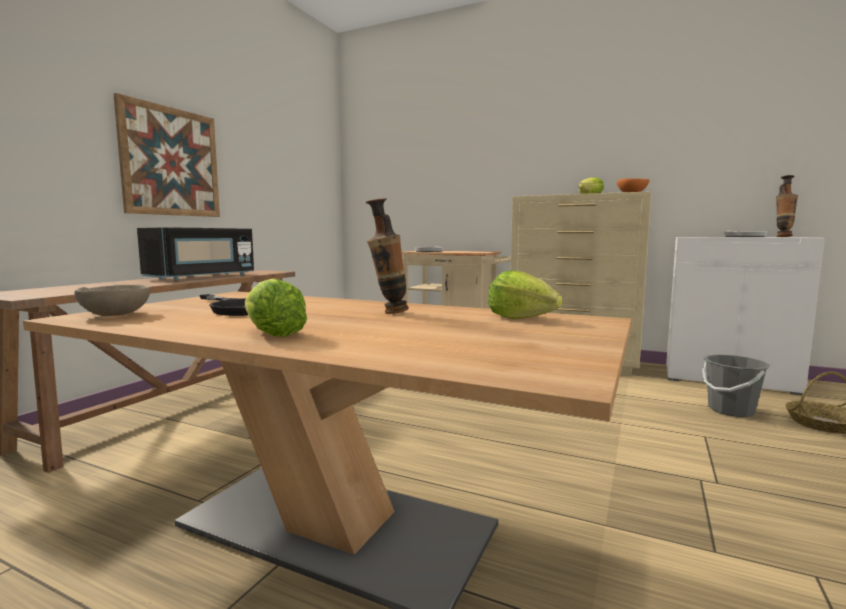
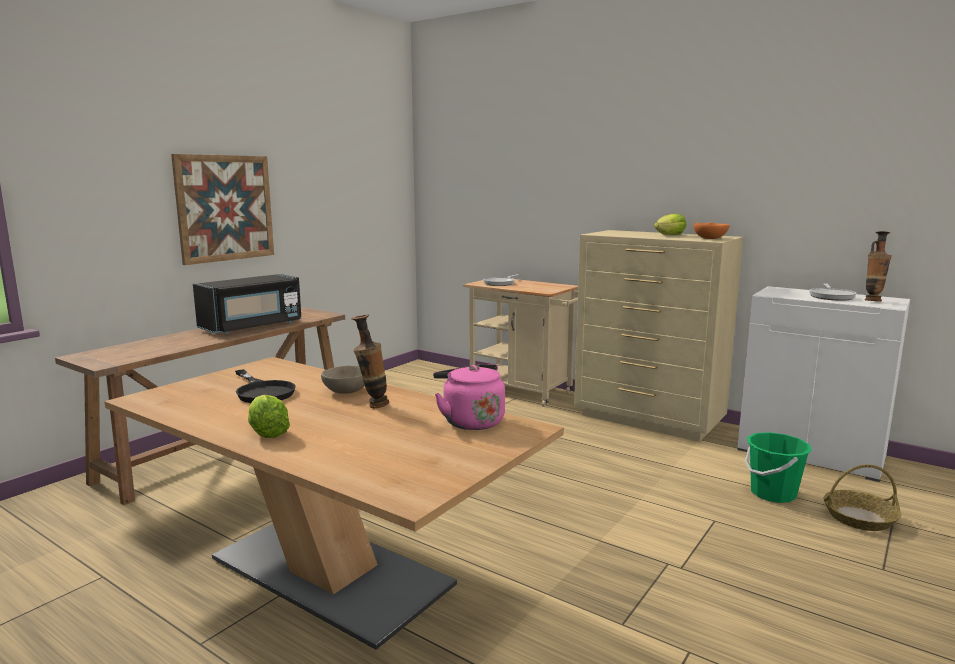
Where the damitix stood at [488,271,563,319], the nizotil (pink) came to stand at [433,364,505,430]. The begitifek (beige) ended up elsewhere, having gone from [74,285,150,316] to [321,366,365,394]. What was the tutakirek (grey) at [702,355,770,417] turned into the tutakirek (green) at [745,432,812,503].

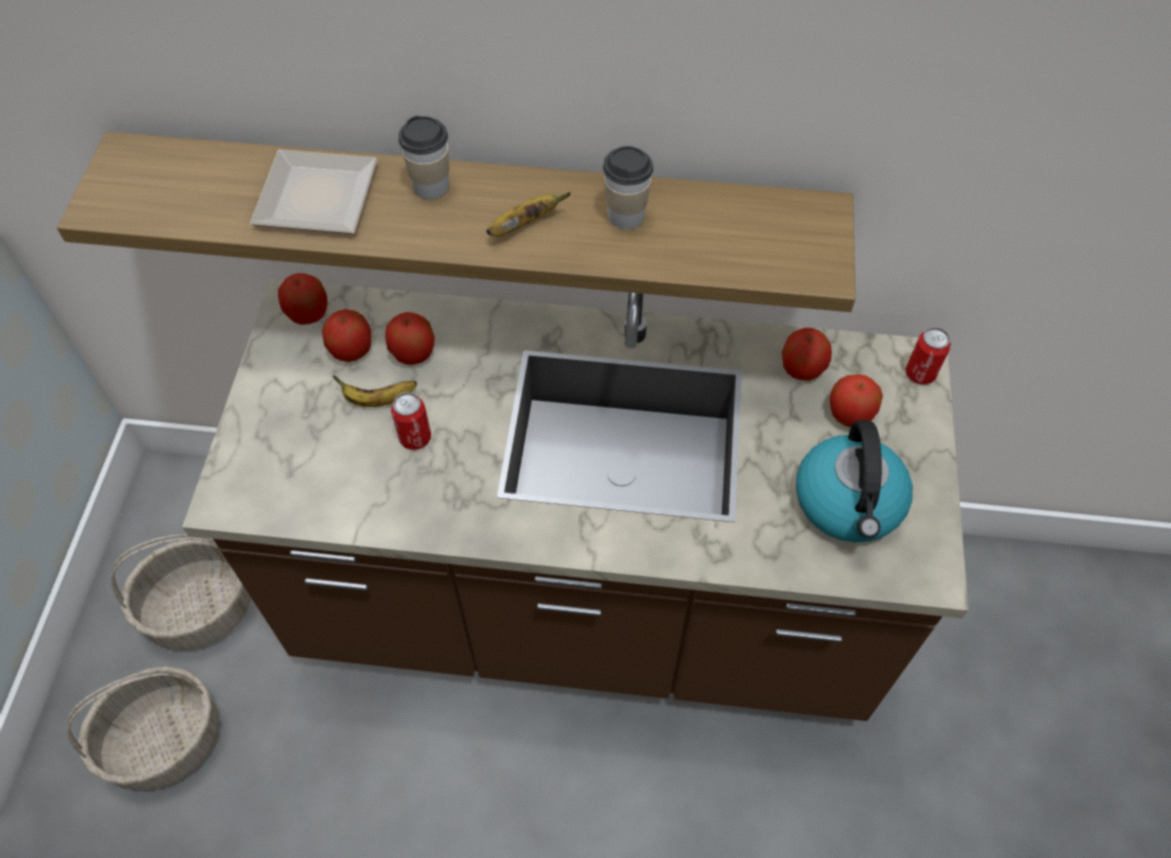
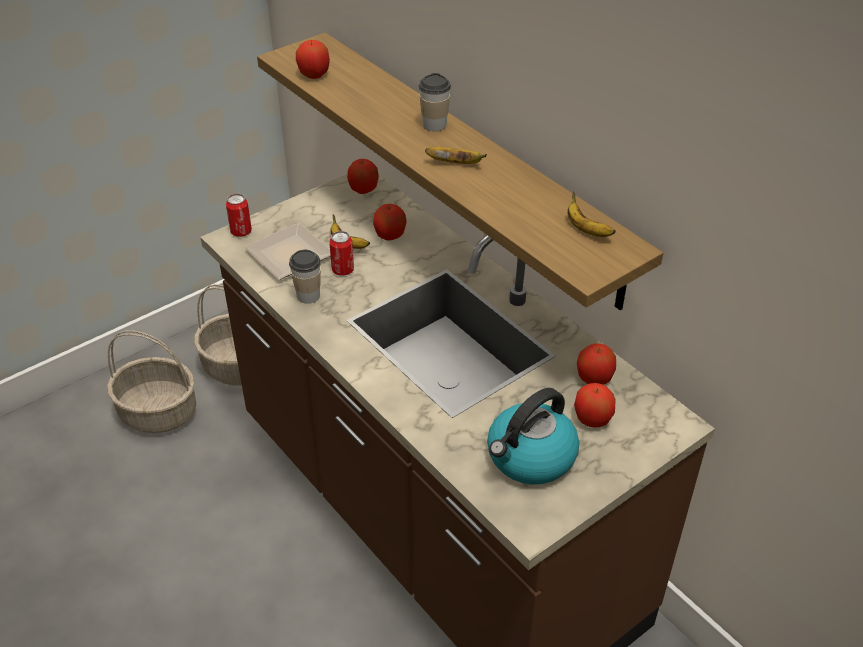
The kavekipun ended up elsewhere, having gone from [603,146,653,229] to [289,250,321,304]. The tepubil ended up elsewhere, having gone from [250,149,378,234] to [245,223,331,280]. The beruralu ended up elsewhere, having gone from [322,309,371,362] to [296,40,330,79]. The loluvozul ended up elsewhere, having gone from [906,327,951,385] to [226,194,252,237]. The second view gained the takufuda at [567,191,616,237].

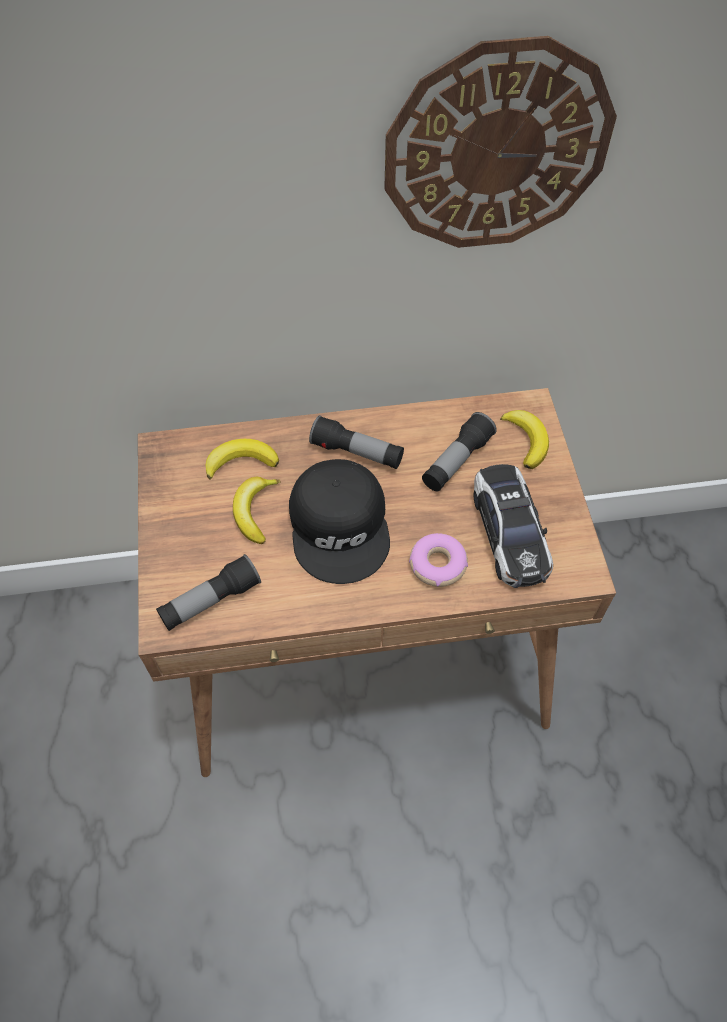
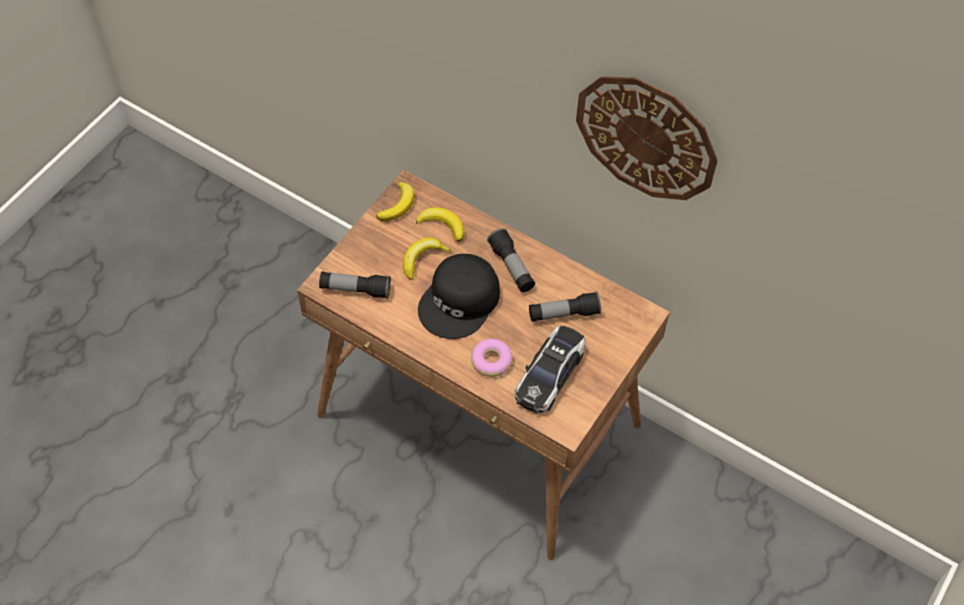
The takufuda ended up elsewhere, having gone from [500,410,549,469] to [376,182,414,222].

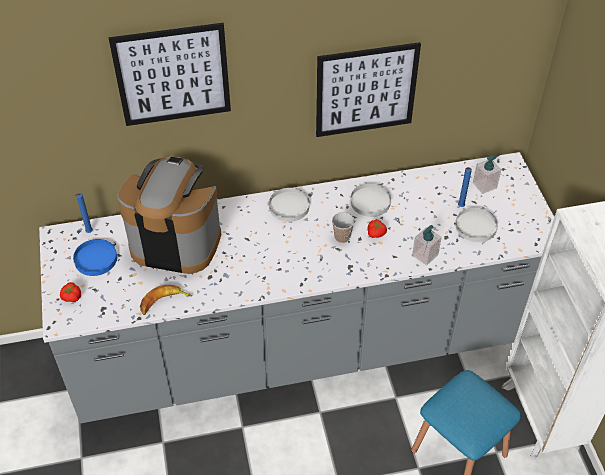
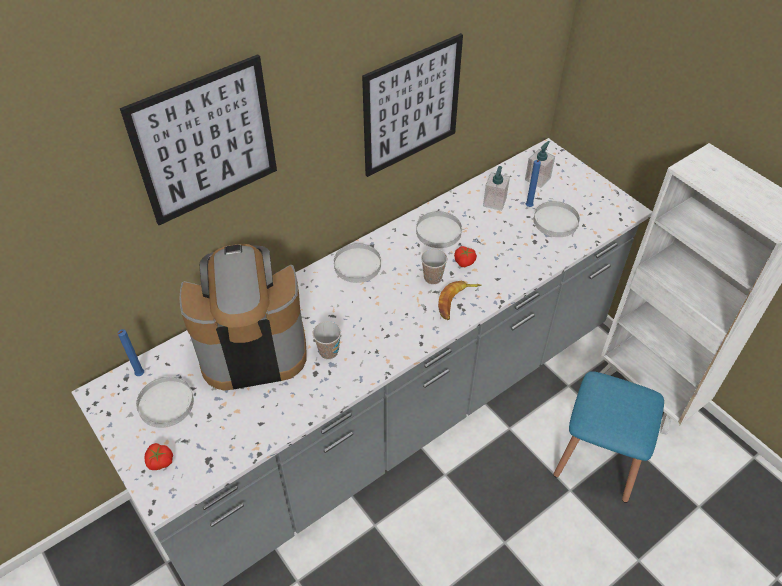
The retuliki ended up elsewhere, having gone from [412,225,442,265] to [483,166,510,211]. What was the tepubil (blue) at [73,239,117,276] turned into the tepubil (white) at [136,377,194,428]. The takufuda ended up elsewhere, having gone from [140,285,192,315] to [438,281,481,320]. The second view gained the kavekipun at [312,321,341,359].

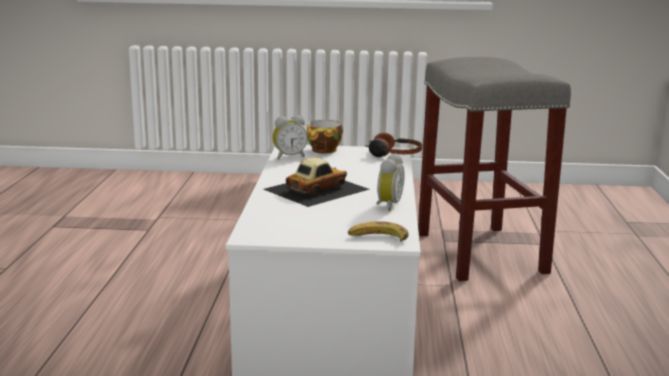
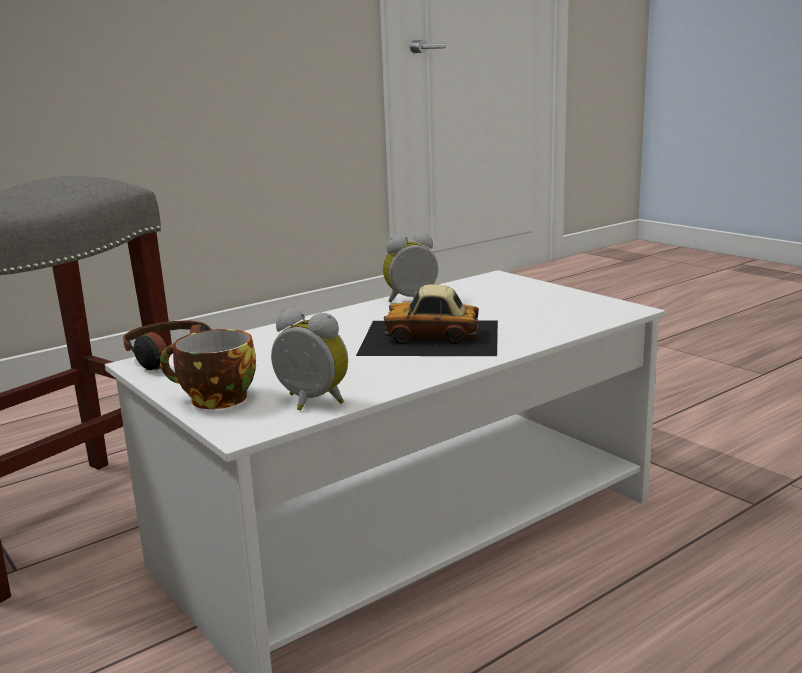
The second view lost the takufuda at [348,221,408,242].

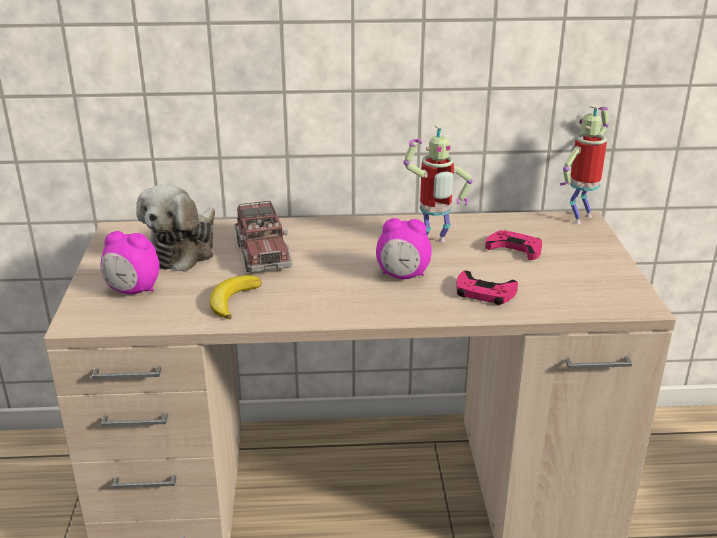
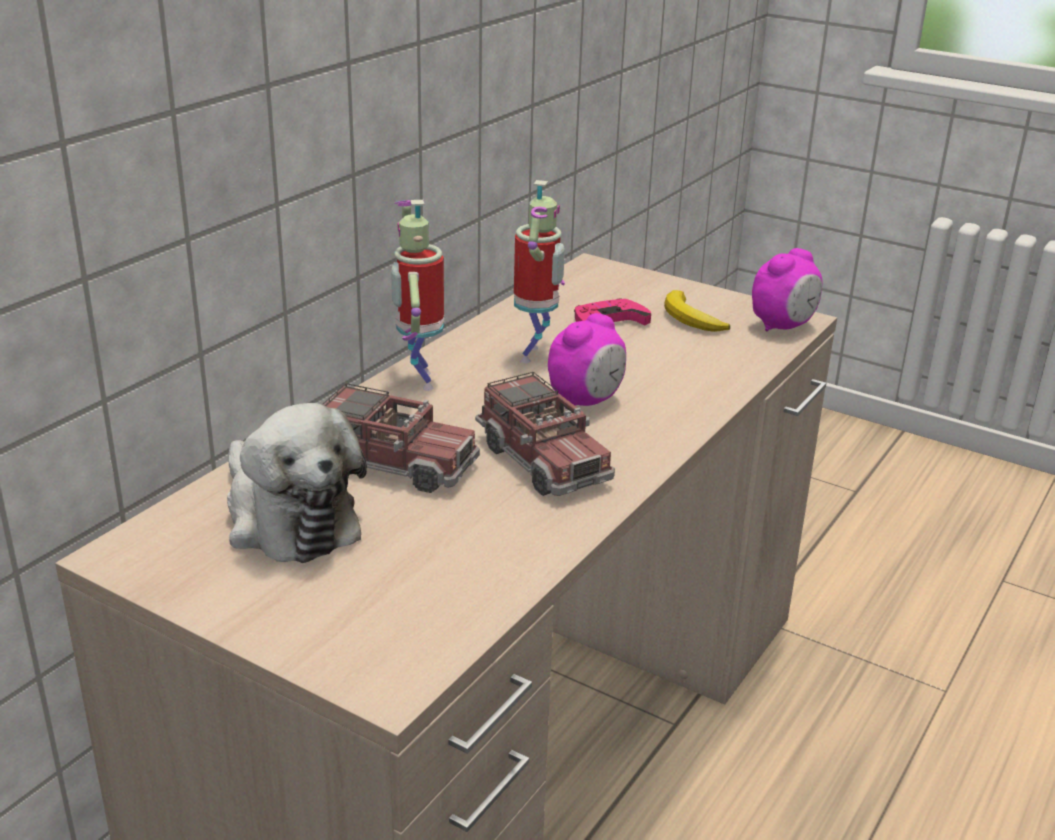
The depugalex ended up elsewhere, having gone from [560,104,609,224] to [391,200,444,391]. The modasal ended up elsewhere, having gone from [101,231,160,294] to [752,248,822,331]. The second view lost the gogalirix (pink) at [457,270,518,305]. The takufuda ended up elsewhere, having gone from [210,275,261,319] to [664,290,730,332]. The second view gained the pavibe at [475,372,615,496].

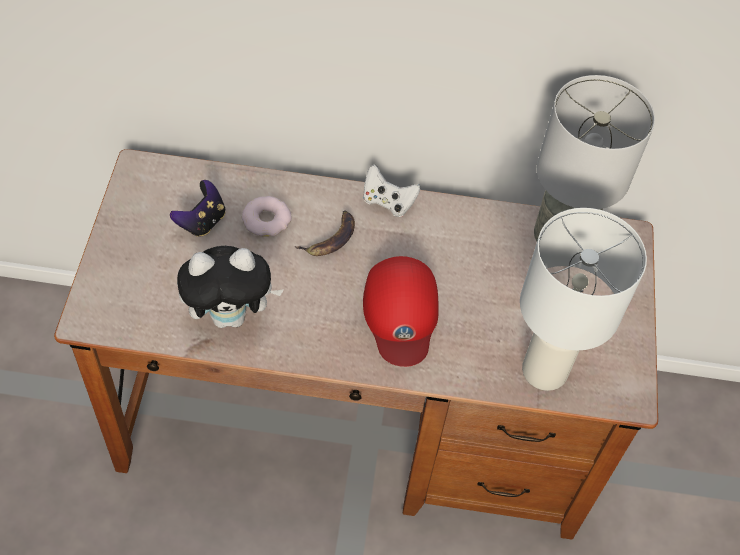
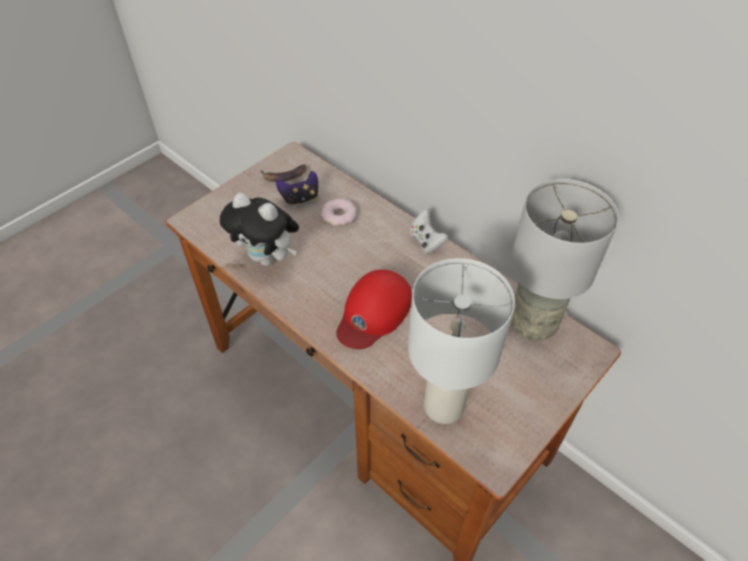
The takufuda ended up elsewhere, having gone from [294,210,355,256] to [260,164,306,182].

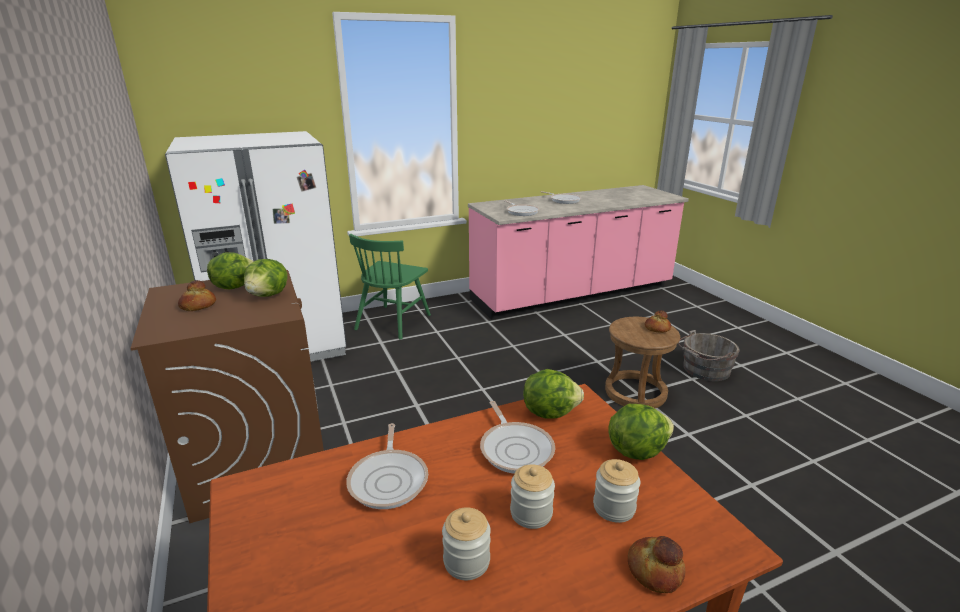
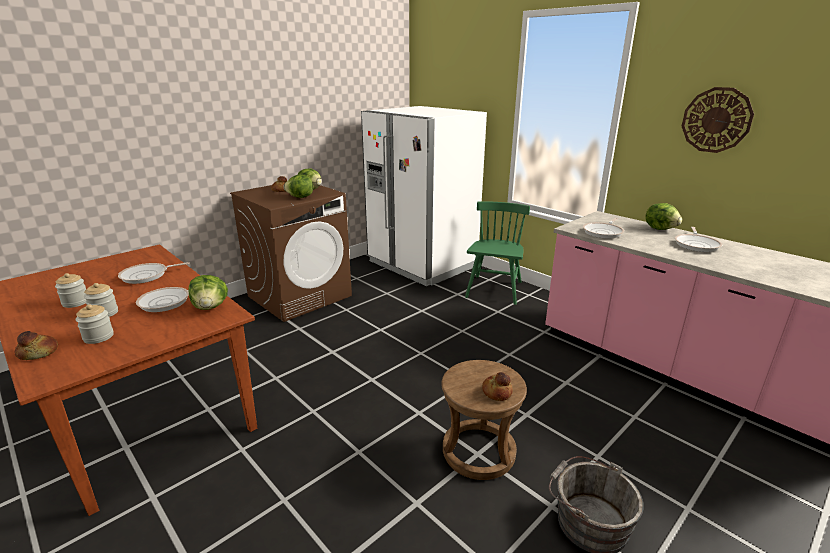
The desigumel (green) at [349,234,431,340] ended up facing another way, 105 degrees clockwise from before. The damitix ended up elsewhere, having gone from [608,404,674,460] to [645,203,682,230]. The second view gained the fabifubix at [682,87,754,153].

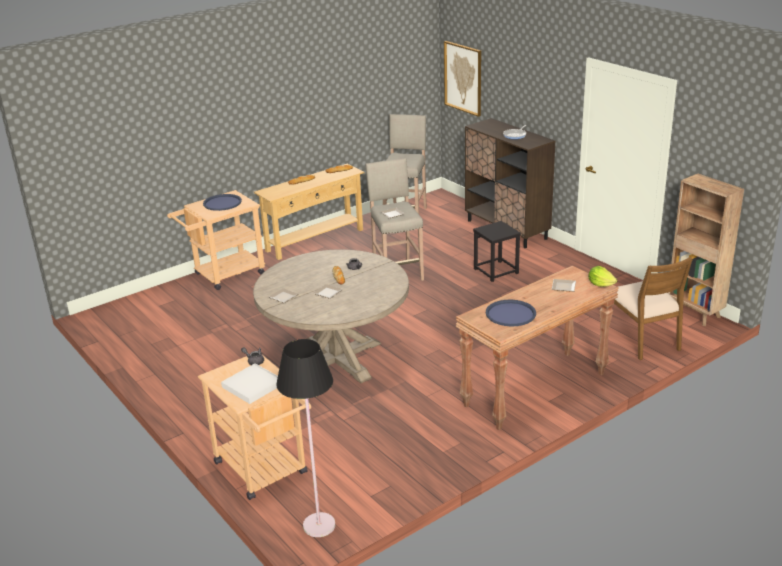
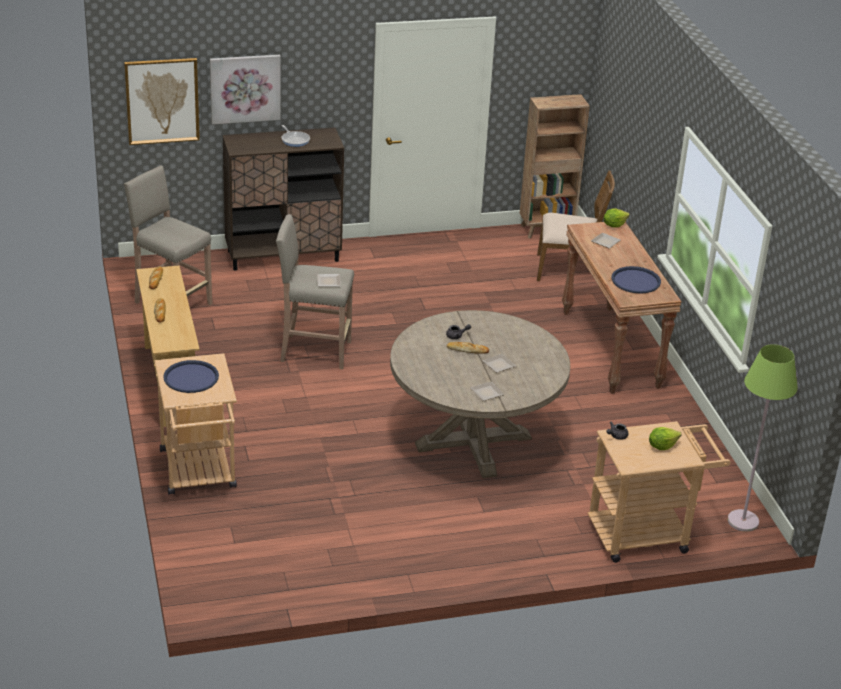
The second view lost the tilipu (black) at [473,221,521,282]. What was the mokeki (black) at [277,339,335,537] turned into the mokeki (green) at [728,344,798,532]. Where the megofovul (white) stood at [221,363,278,404], the damitix came to stand at [649,427,682,450]. The second view gained the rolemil at [210,55,281,124].

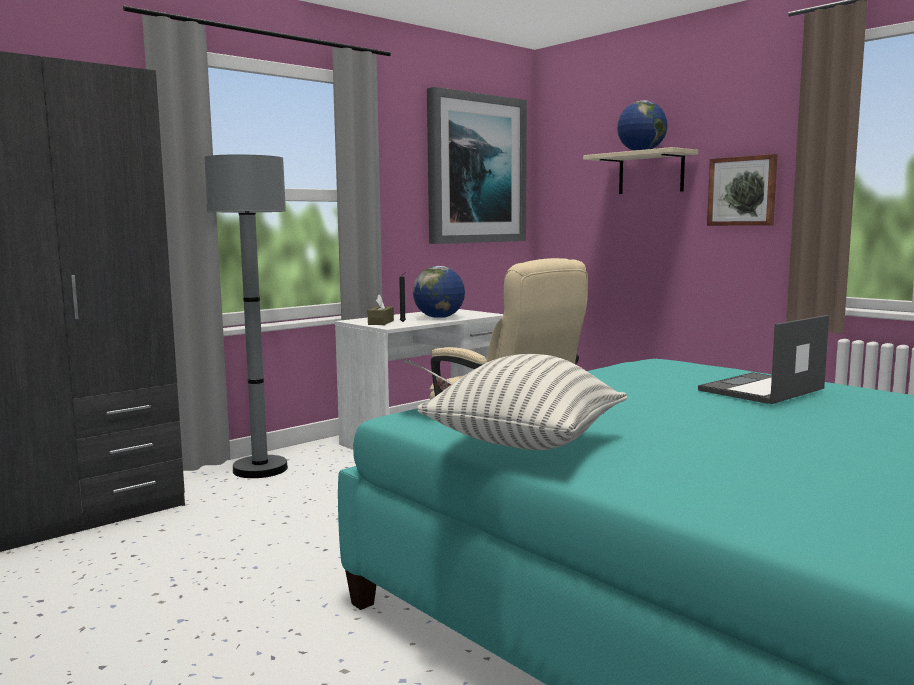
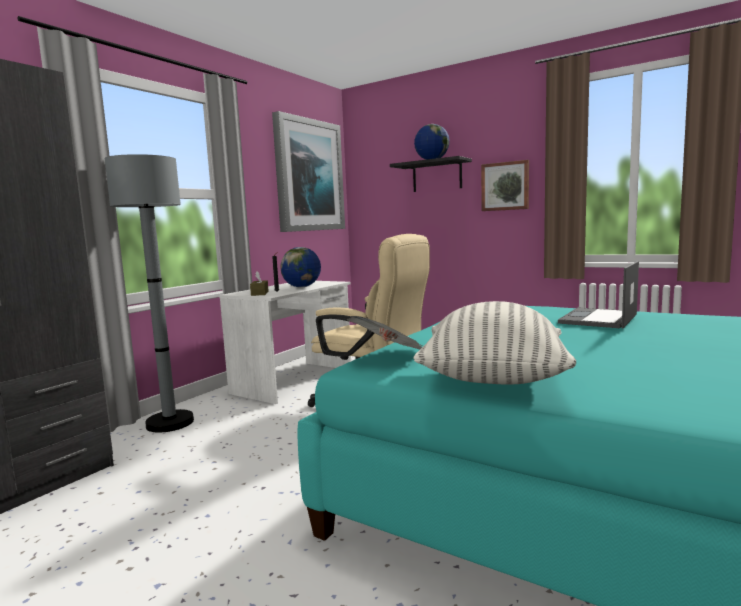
What was the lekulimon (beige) at [583,147,698,194] turned into the lekulimon (black) at [390,156,472,192].

